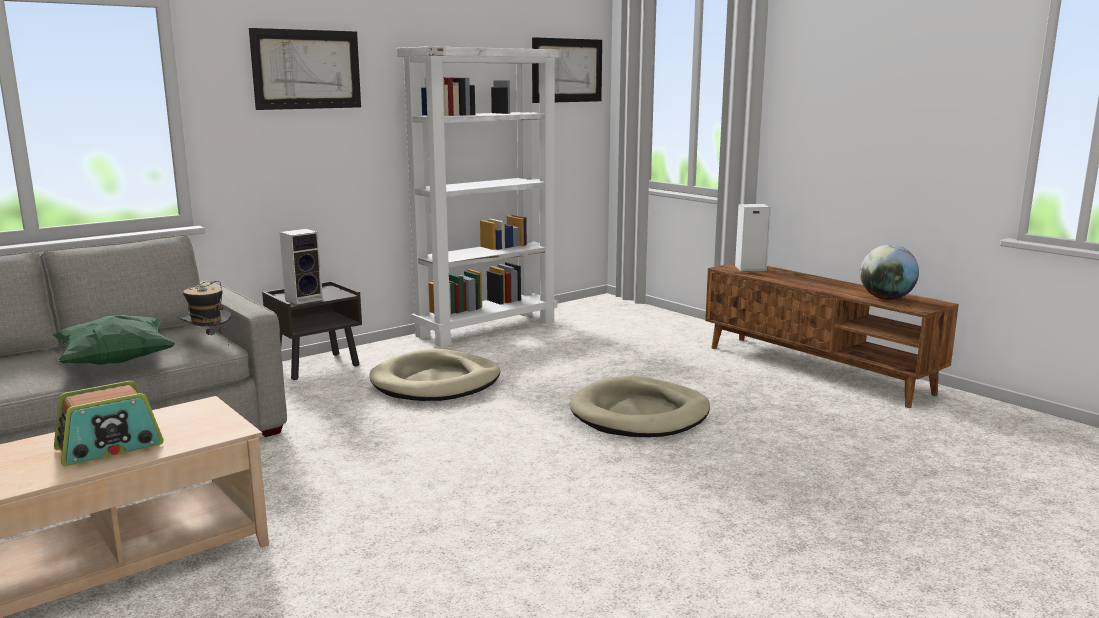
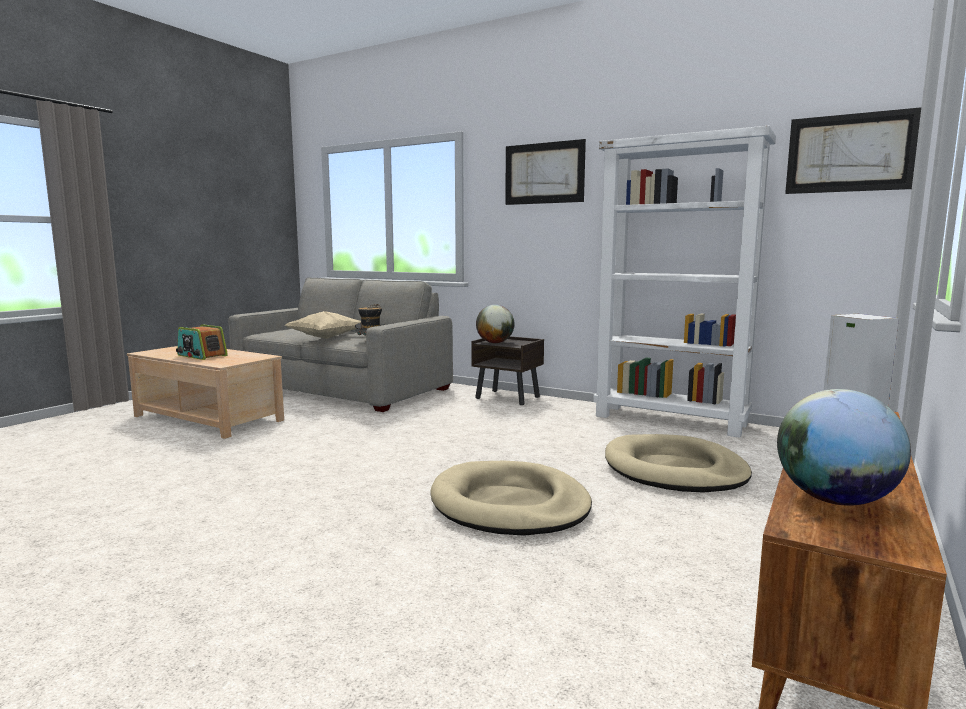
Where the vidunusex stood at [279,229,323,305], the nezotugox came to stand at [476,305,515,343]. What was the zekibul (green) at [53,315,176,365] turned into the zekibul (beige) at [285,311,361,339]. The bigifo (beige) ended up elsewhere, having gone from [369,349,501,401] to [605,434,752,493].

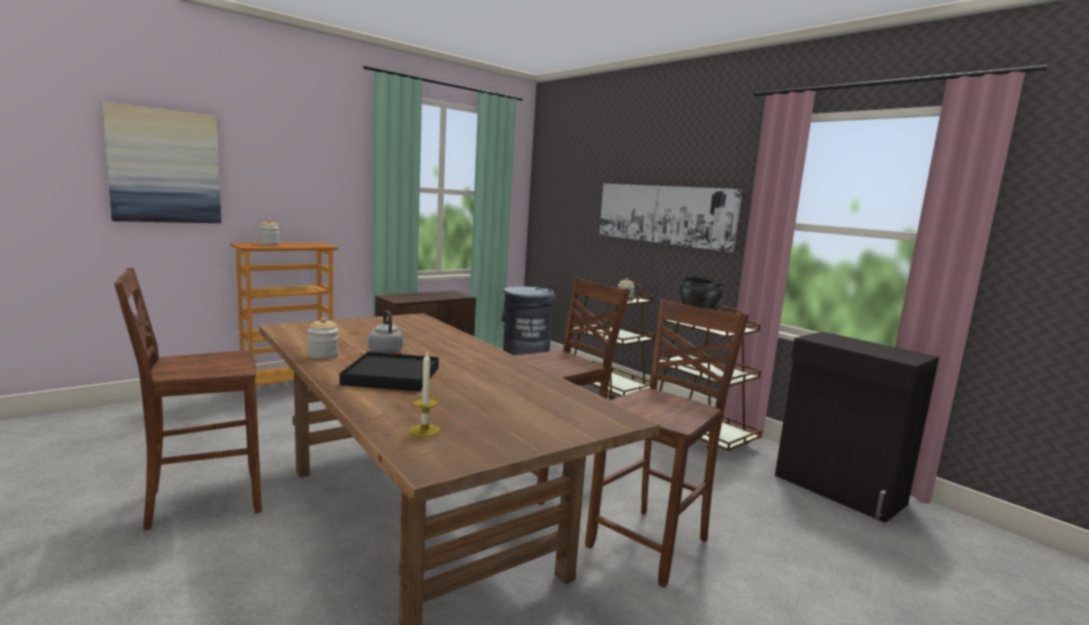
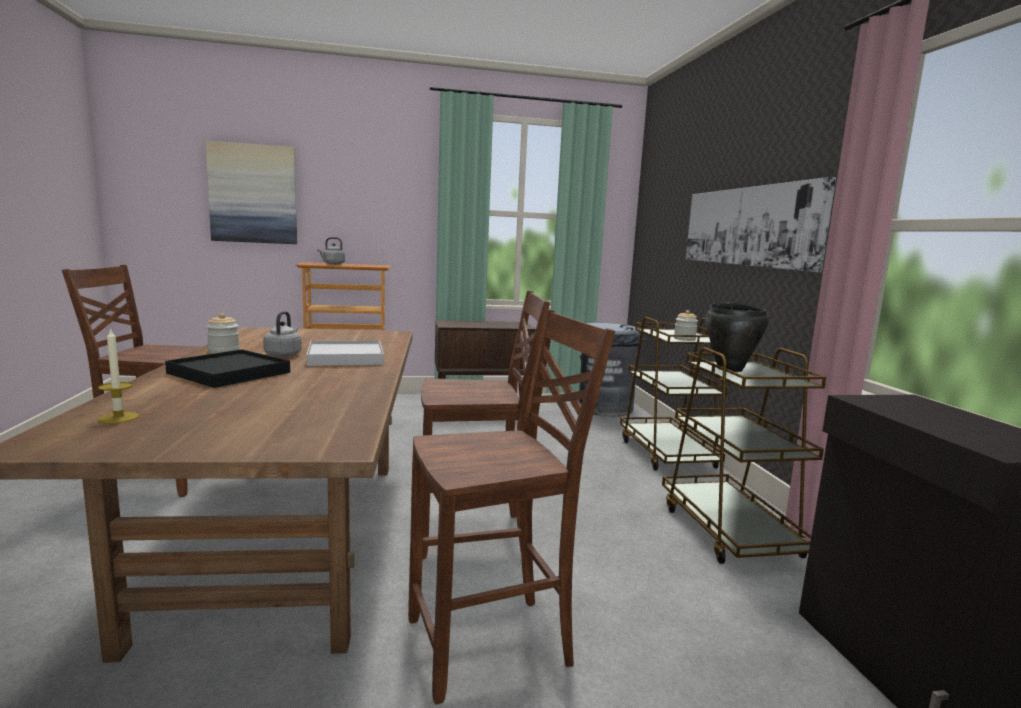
Where the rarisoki stood at [259,219,280,245], the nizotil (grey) came to stand at [317,237,345,264]. The second view gained the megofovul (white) at [307,340,384,366].

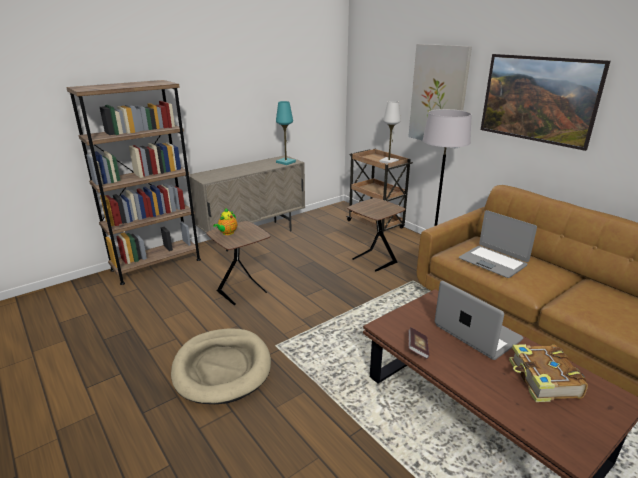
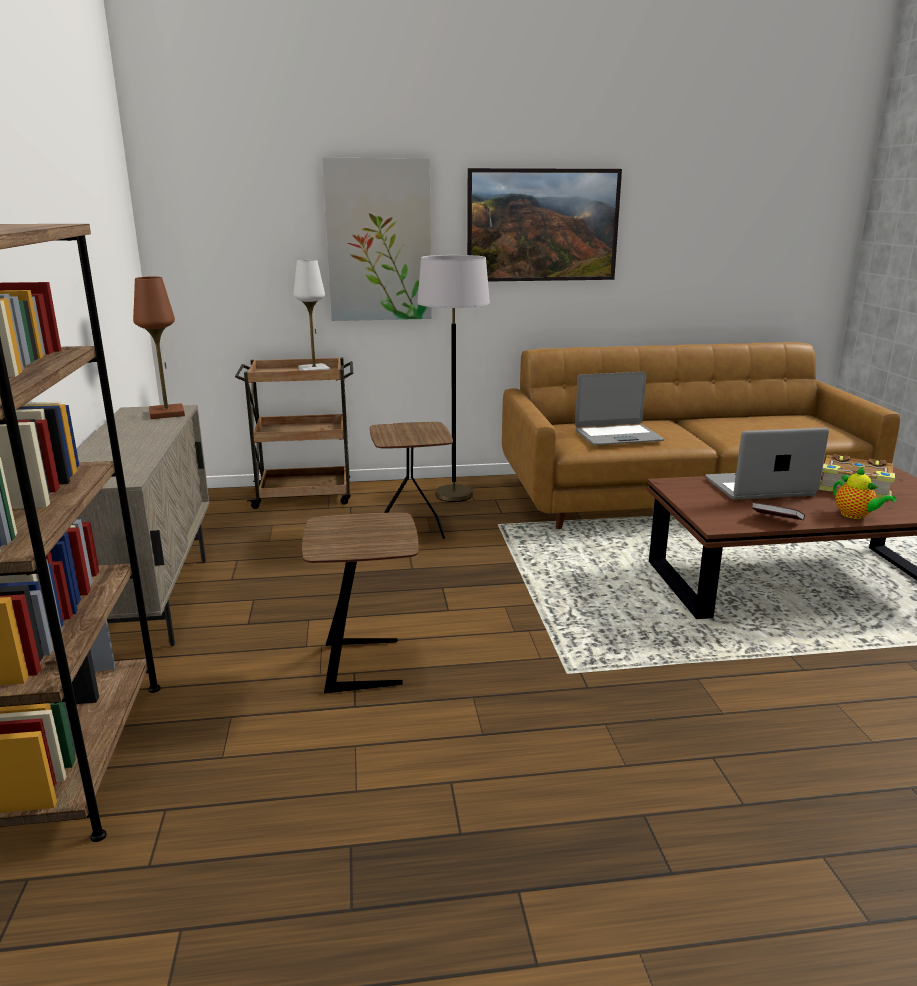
What was the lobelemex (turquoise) at [276,101,296,165] turned into the lobelemex (brown) at [133,277,185,419]. The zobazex ended up elsewhere, having gone from [213,208,237,235] to [833,467,896,519]. The second view lost the bigifo (beige) at [171,328,271,404].

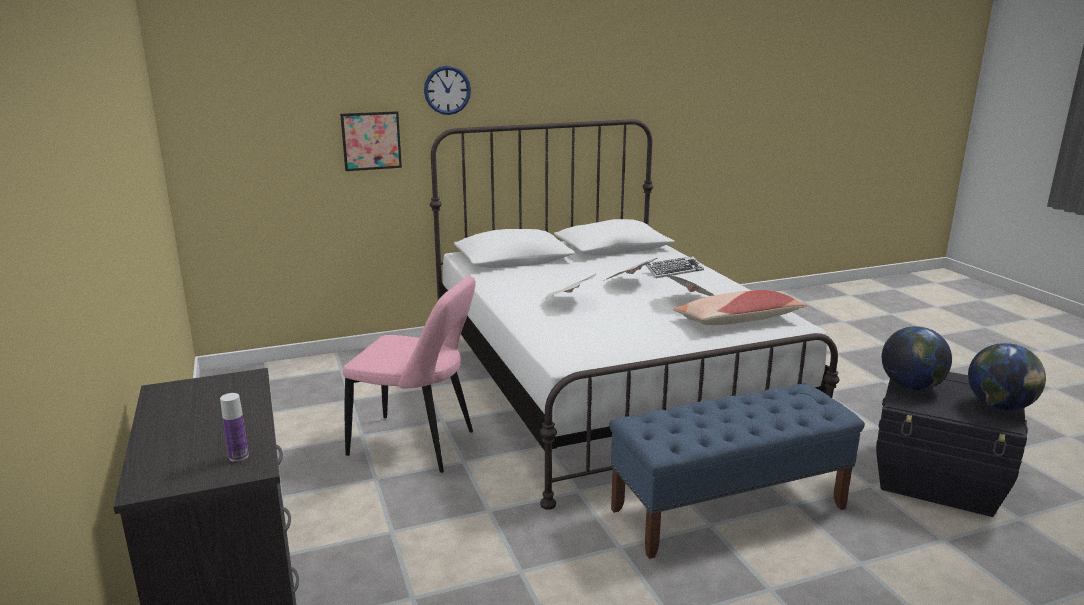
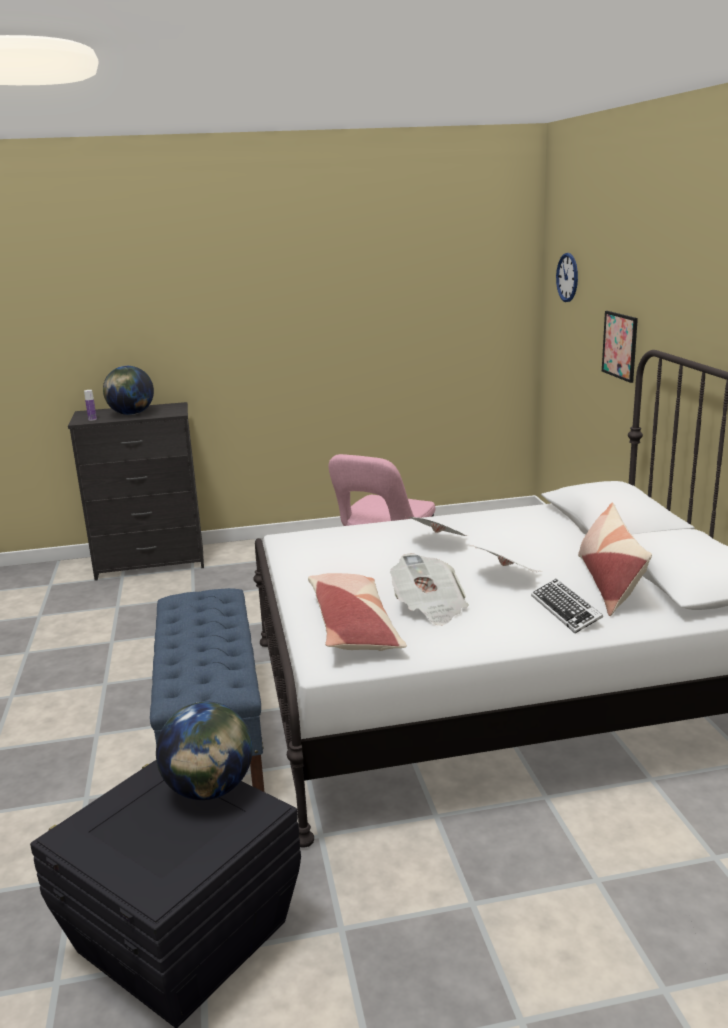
The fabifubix ended up elsewhere, having gone from [424,66,471,115] to [556,253,578,302]. The nezotugox ended up elsewhere, having gone from [968,343,1046,411] to [103,366,154,415]. The second view gained the zekibul at [578,503,652,616].

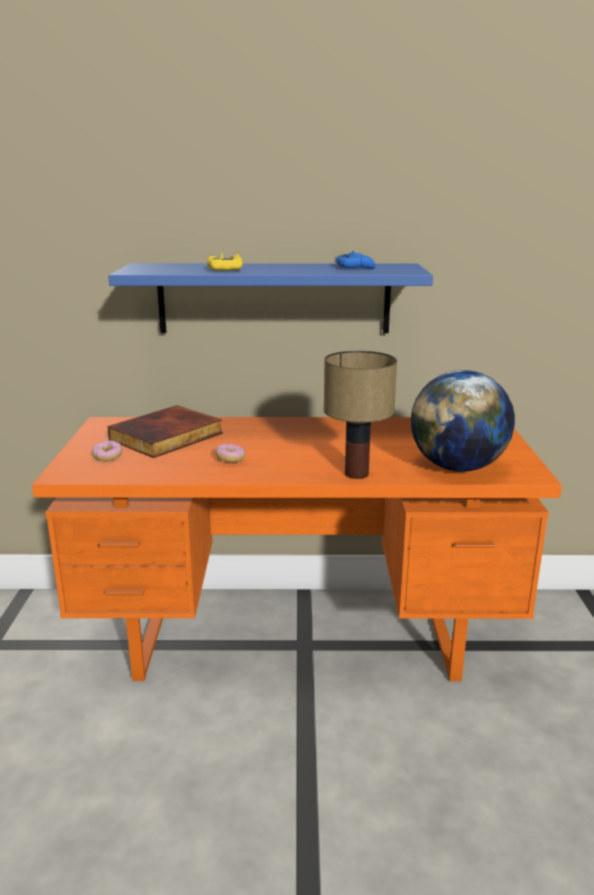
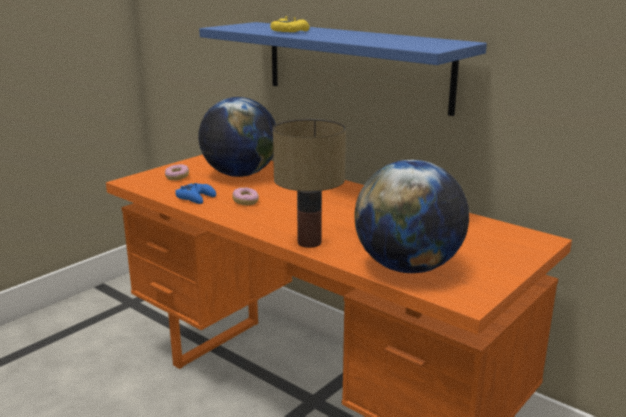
The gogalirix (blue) ended up elsewhere, having gone from [335,251,376,269] to [175,183,216,204]. Where the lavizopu stood at [107,405,223,458], the nezotugox came to stand at [198,97,276,177].

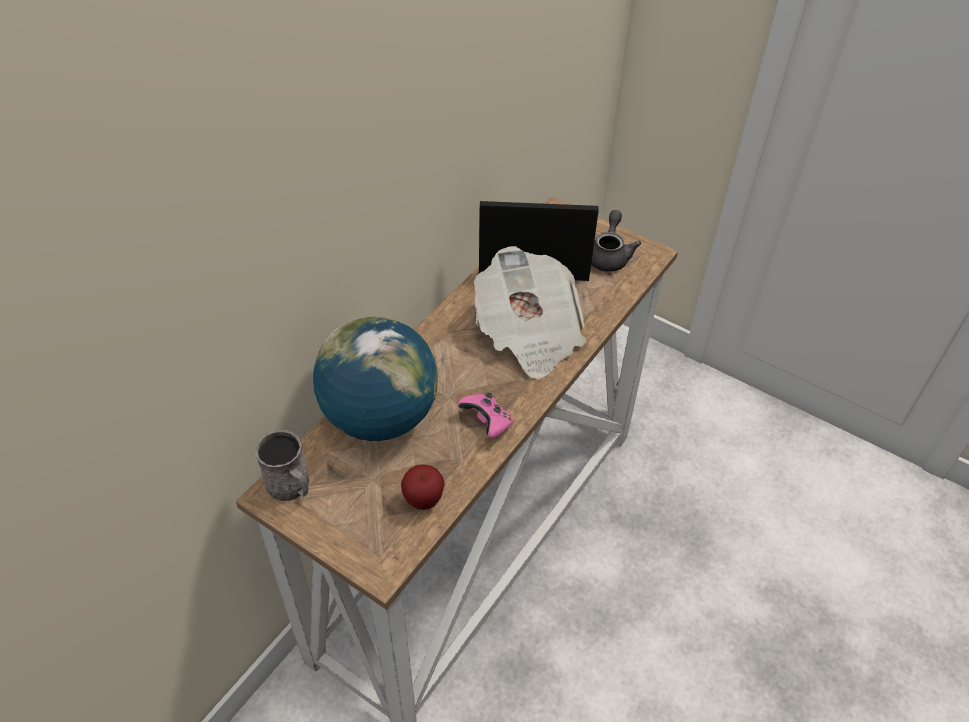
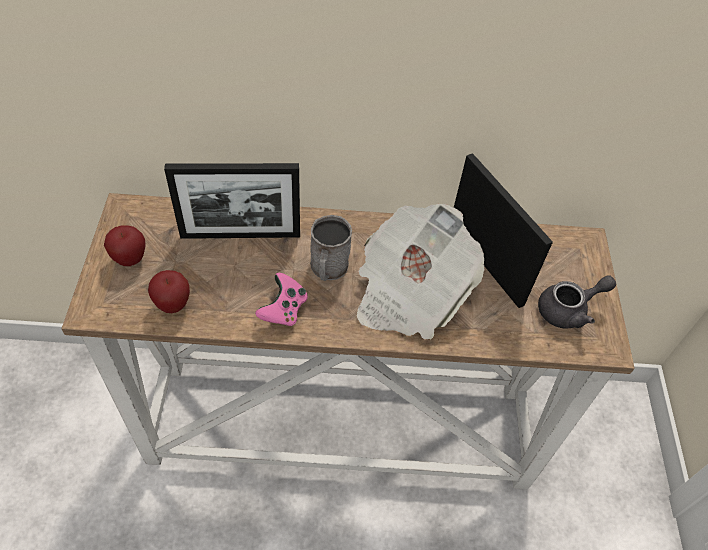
Where the nezotugox stood at [313,317,438,441], the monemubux came to stand at [164,163,300,239]. The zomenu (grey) ended up elsewhere, having gone from [255,430,310,501] to [310,215,352,281]. The second view gained the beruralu at [104,225,146,266].

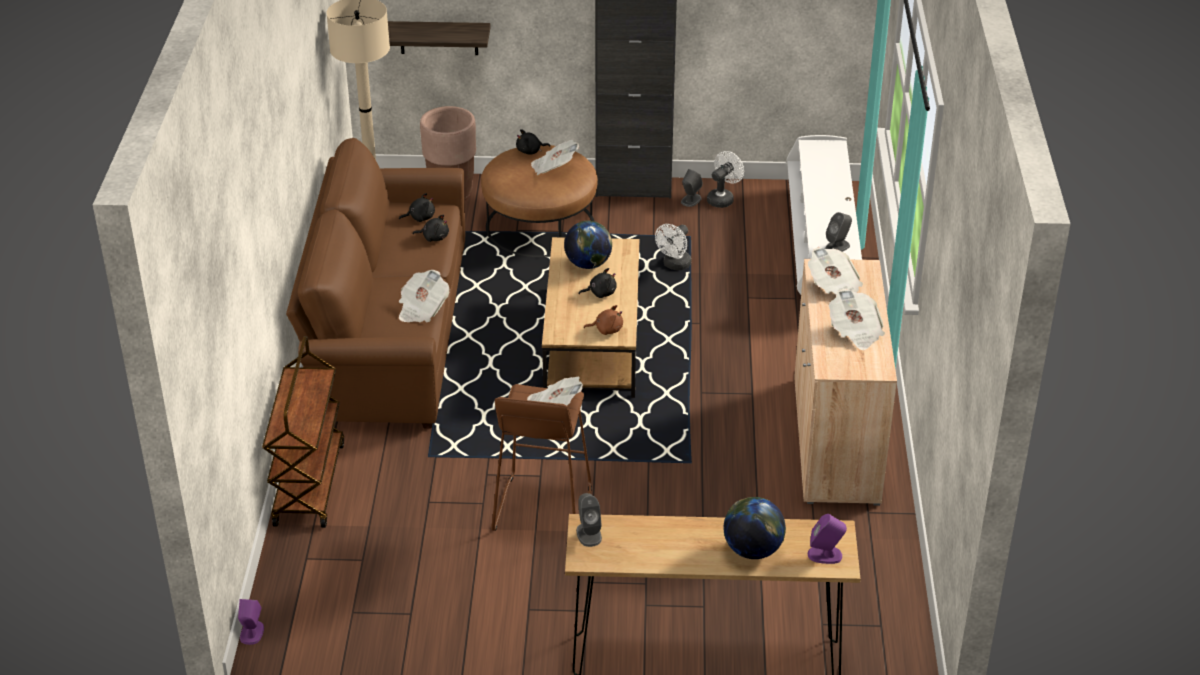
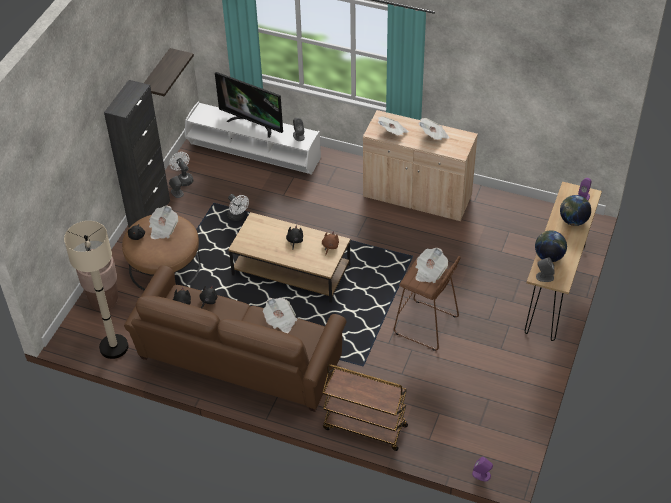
The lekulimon ended up elsewhere, having gone from [388,21,491,55] to [144,48,194,96]. The nezotugox ended up elsewhere, having gone from [564,220,612,269] to [535,230,567,262]. The second view gained the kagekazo at [215,72,283,138].

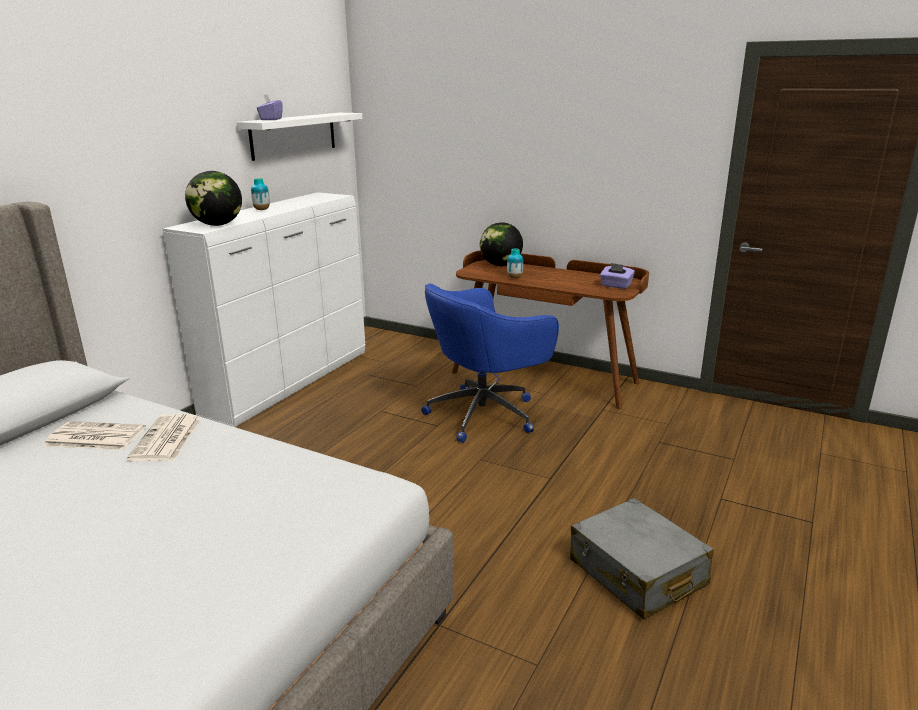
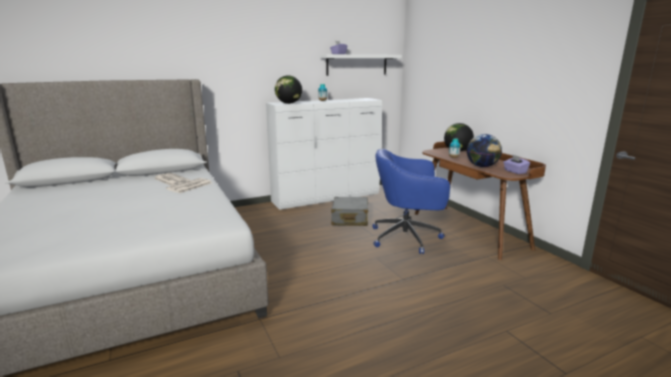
The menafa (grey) ended up elsewhere, having gone from [570,498,714,620] to [331,197,368,226]. The second view gained the nezotugox at [467,134,502,167].

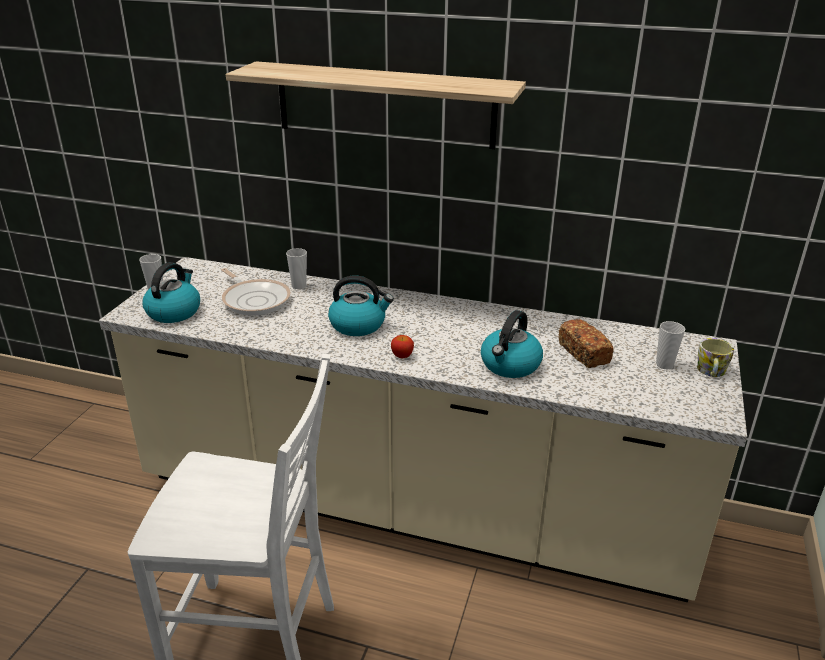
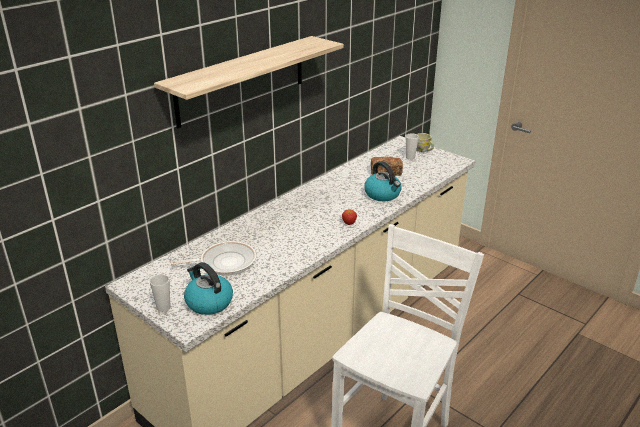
The second view lost the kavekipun at [286,248,307,289]. The second view lost the nizotil at [328,276,394,336].

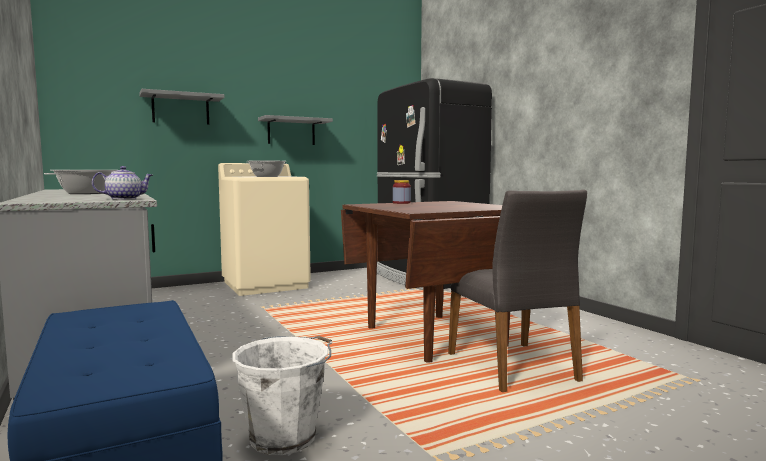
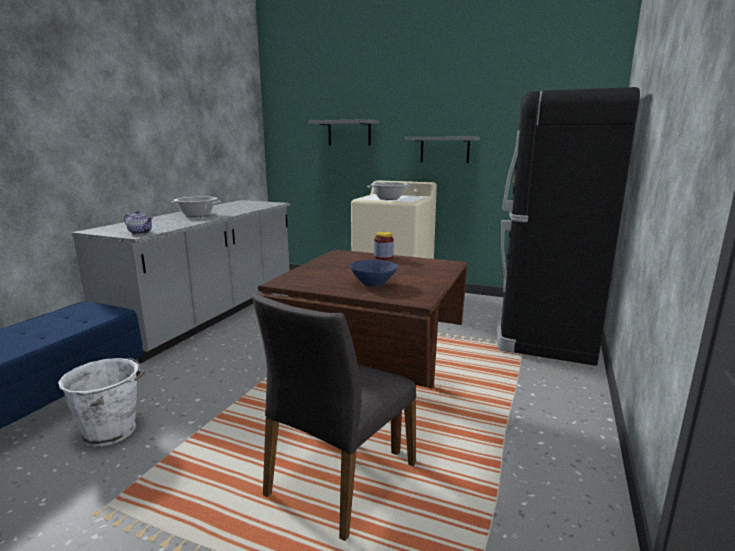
The second view gained the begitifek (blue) at [350,260,398,287].

